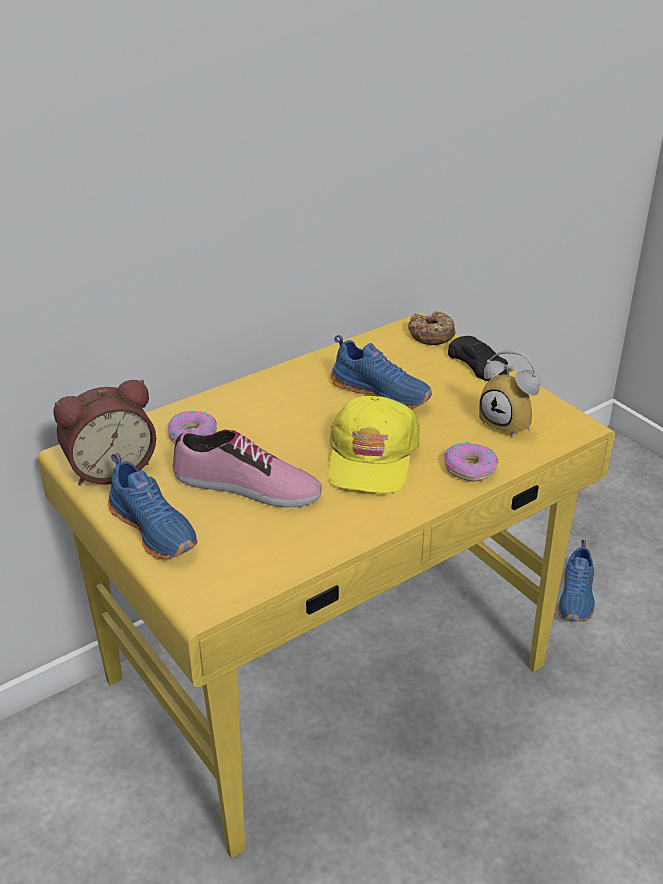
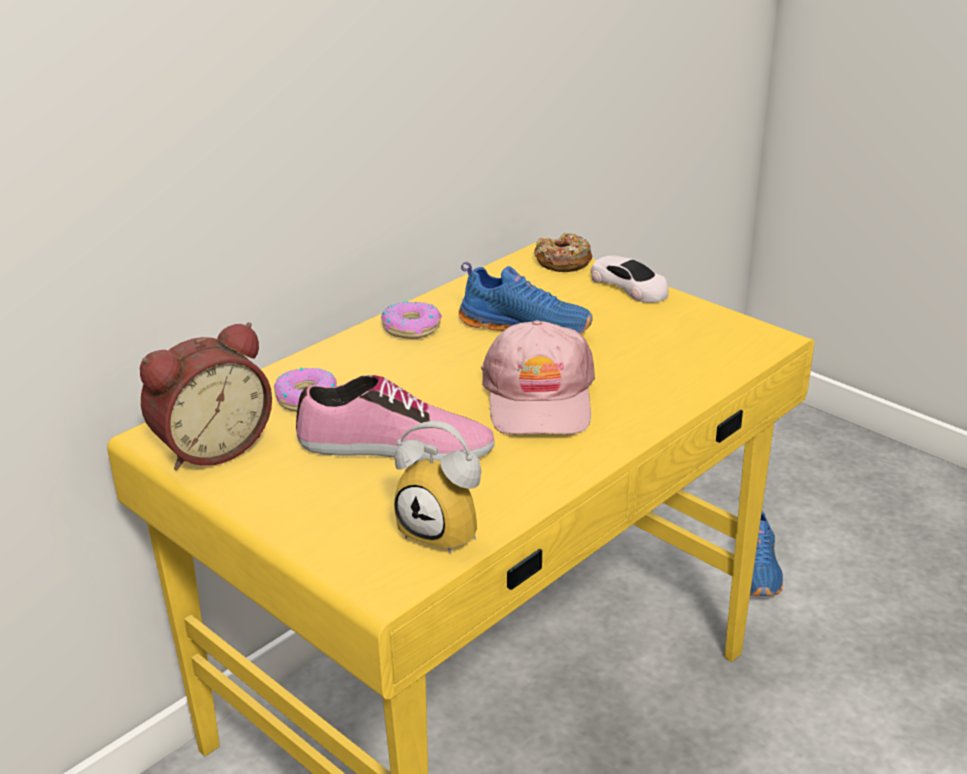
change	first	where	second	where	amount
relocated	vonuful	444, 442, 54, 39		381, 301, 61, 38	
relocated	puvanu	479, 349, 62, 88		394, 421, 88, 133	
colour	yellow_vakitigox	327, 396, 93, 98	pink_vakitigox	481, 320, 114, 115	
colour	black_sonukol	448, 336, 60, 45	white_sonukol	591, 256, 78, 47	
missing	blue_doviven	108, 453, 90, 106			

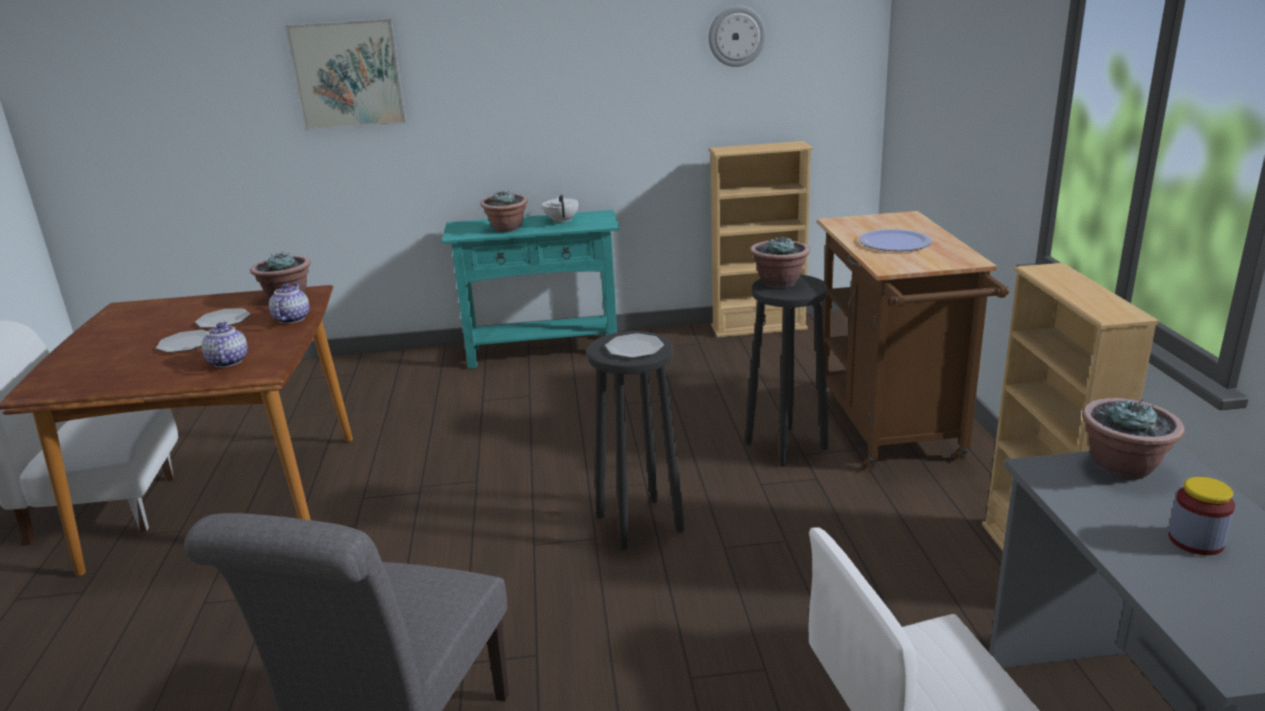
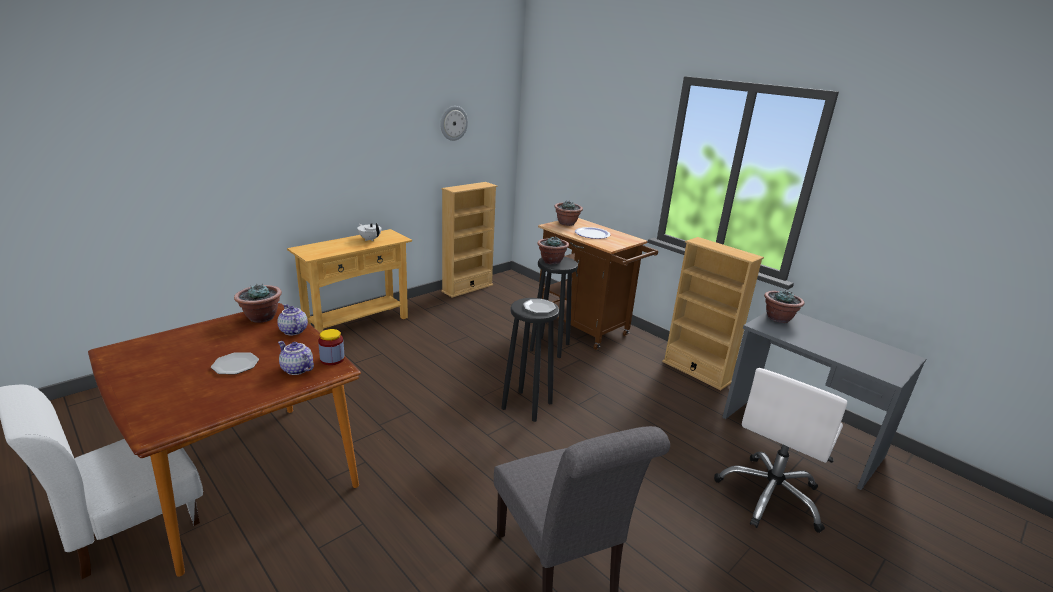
change	first	where	second	where	amount
colour	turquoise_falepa	442, 210, 178, 159	beige_falepa	287, 229, 125, 104	
relocated	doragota	1168, 477, 67, 78		318, 329, 27, 36	
relocated	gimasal	480, 190, 48, 42		554, 201, 29, 25	
missing	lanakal	195, 309, 56, 19			
missing	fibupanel	285, 18, 122, 112			

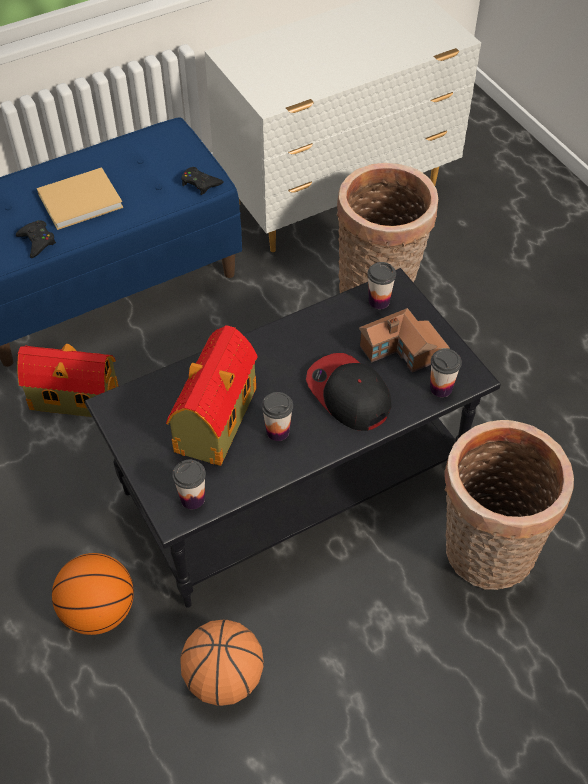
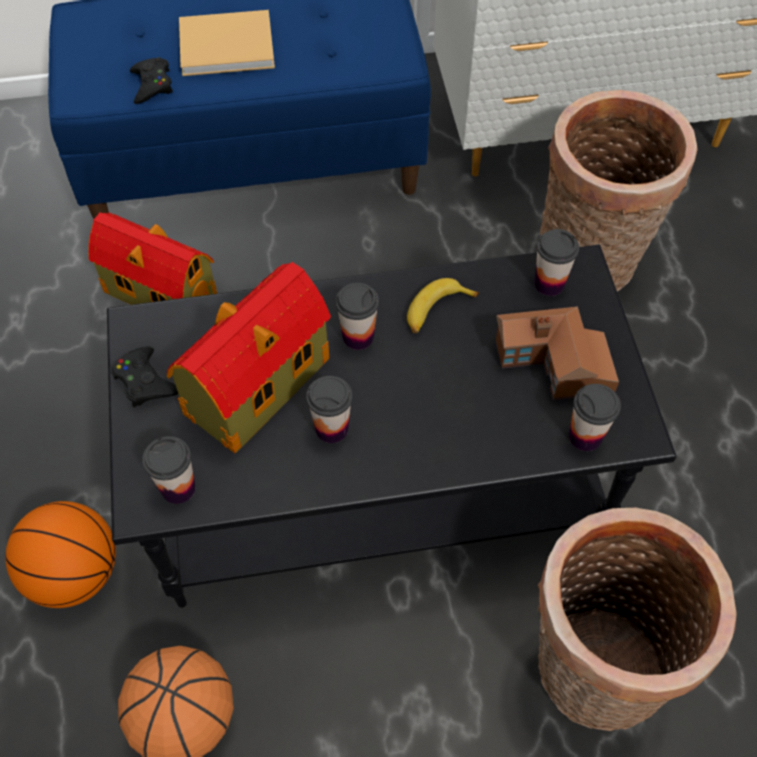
change	first	where	second	where	amount
relocated	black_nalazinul	181, 167, 43, 28		111, 346, 67, 61	
appeared			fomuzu	335, 283, 44, 67	
appeared			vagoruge	407, 278, 72, 55	
missing	vakitigox	306, 353, 85, 78			

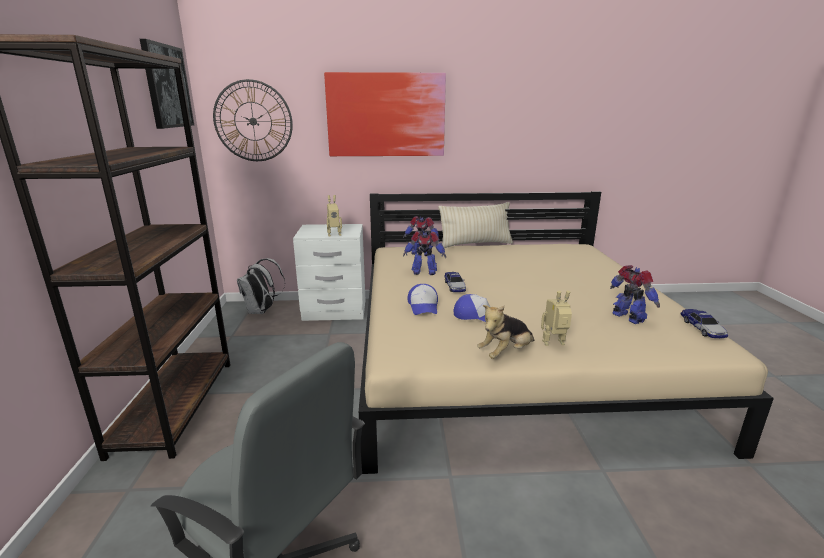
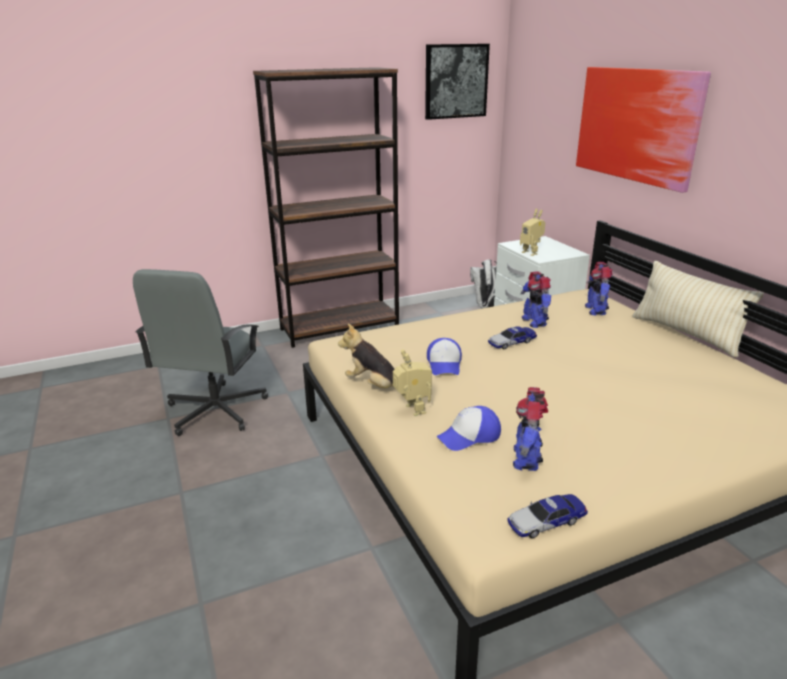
change	first	where	second	where	amount
relocated	vakitigox	408, 284, 30, 31		437, 406, 64, 45	
spun	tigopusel	610, 265, 50, 59		513, 387, 35, 84	150 degrees clockwise
missing	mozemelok	213, 79, 80, 82			

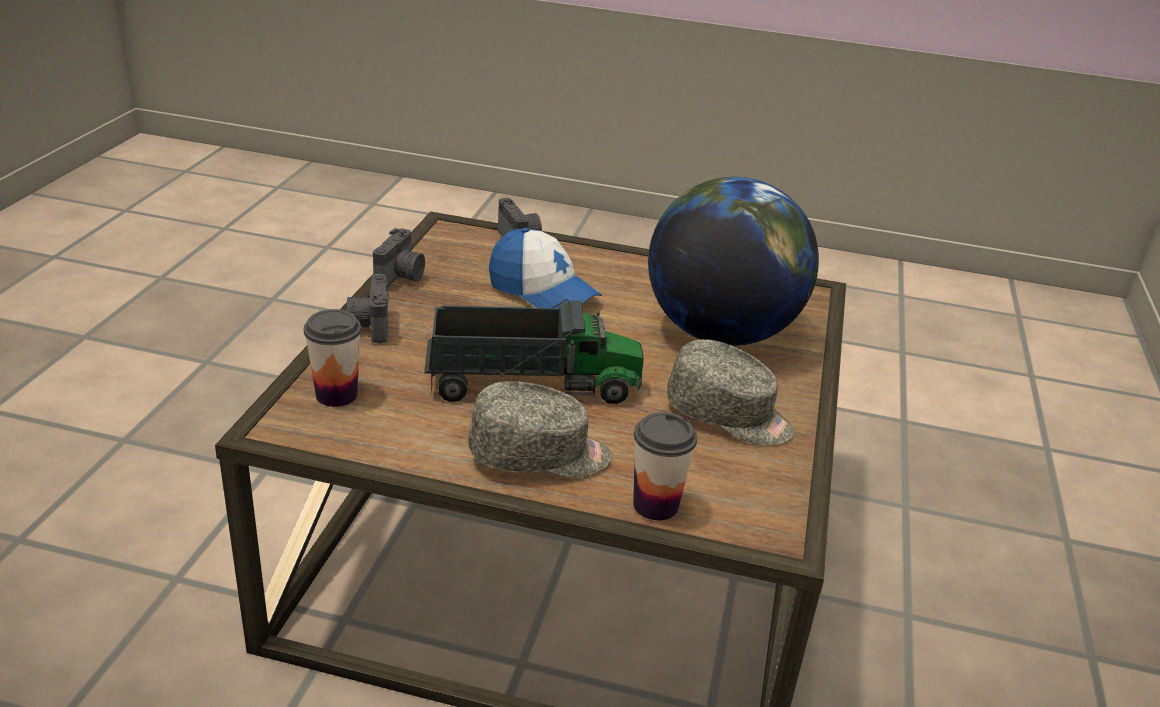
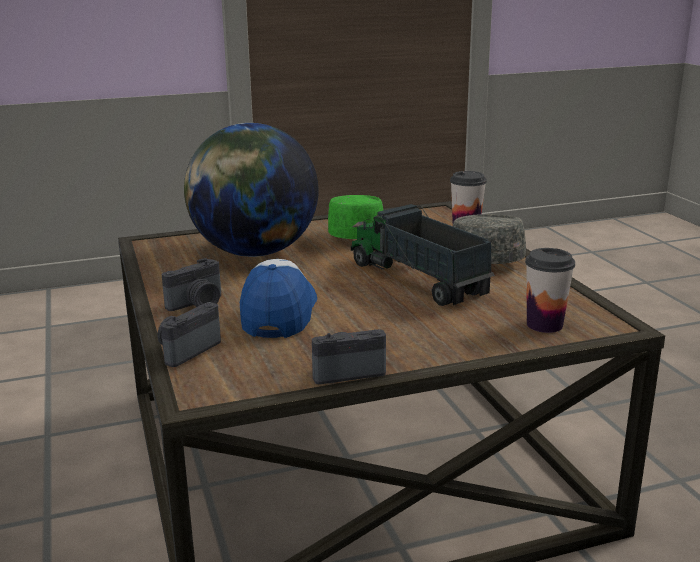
change	first	where	second	where	amount
relocated	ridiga	347, 274, 42, 69		162, 258, 59, 53	
colour	grey_vakitigox	667, 340, 127, 106	green_vakitigox	328, 195, 55, 44	

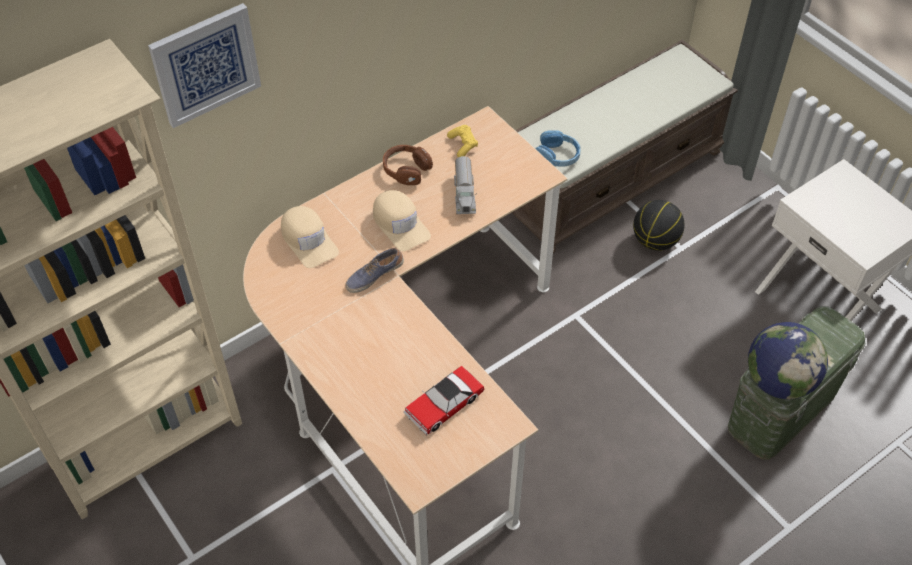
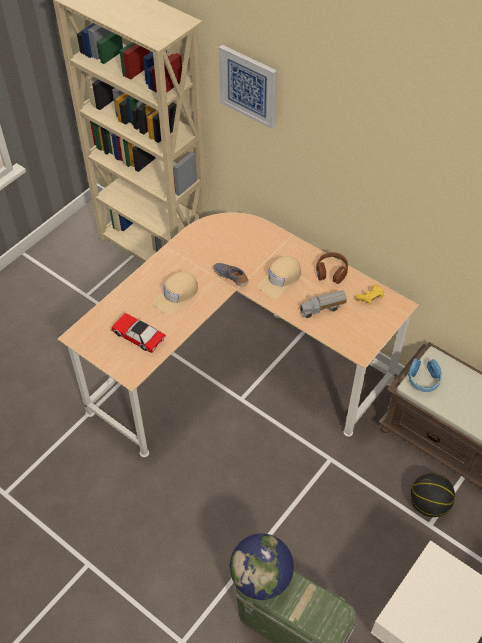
change	first	where	second	where	amount
relocated	beige_vakitigox	281, 206, 58, 62		153, 271, 45, 44	

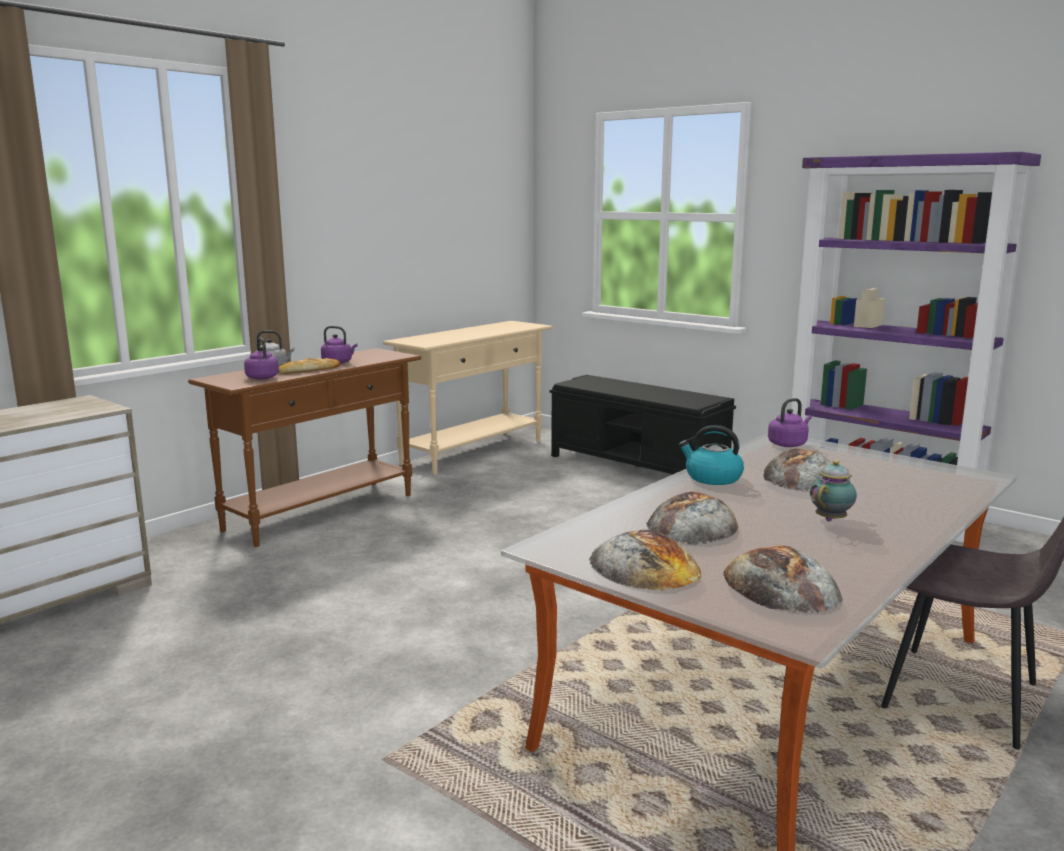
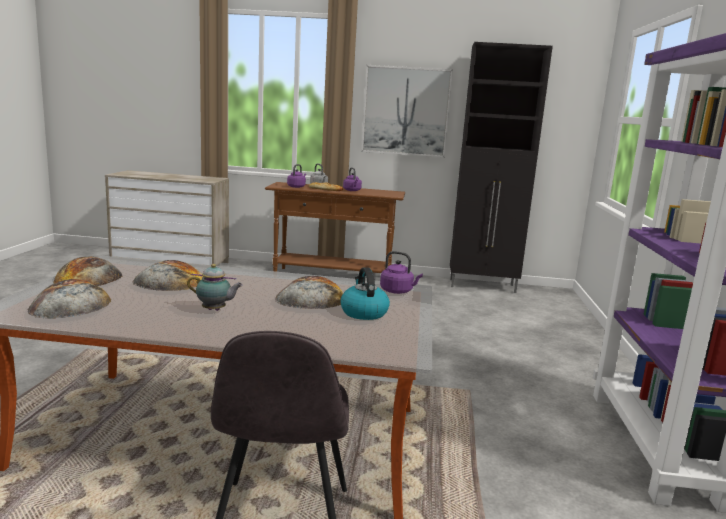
change	first	where	second	where	amount
relocated	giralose	679, 425, 65, 60		340, 267, 50, 53	
appeared			fibupanel	361, 65, 92, 93	
exchanged	beige_falepa	383, 321, 170, 154	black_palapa	450, 42, 103, 251	
missing	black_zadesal	550, 375, 186, 99			

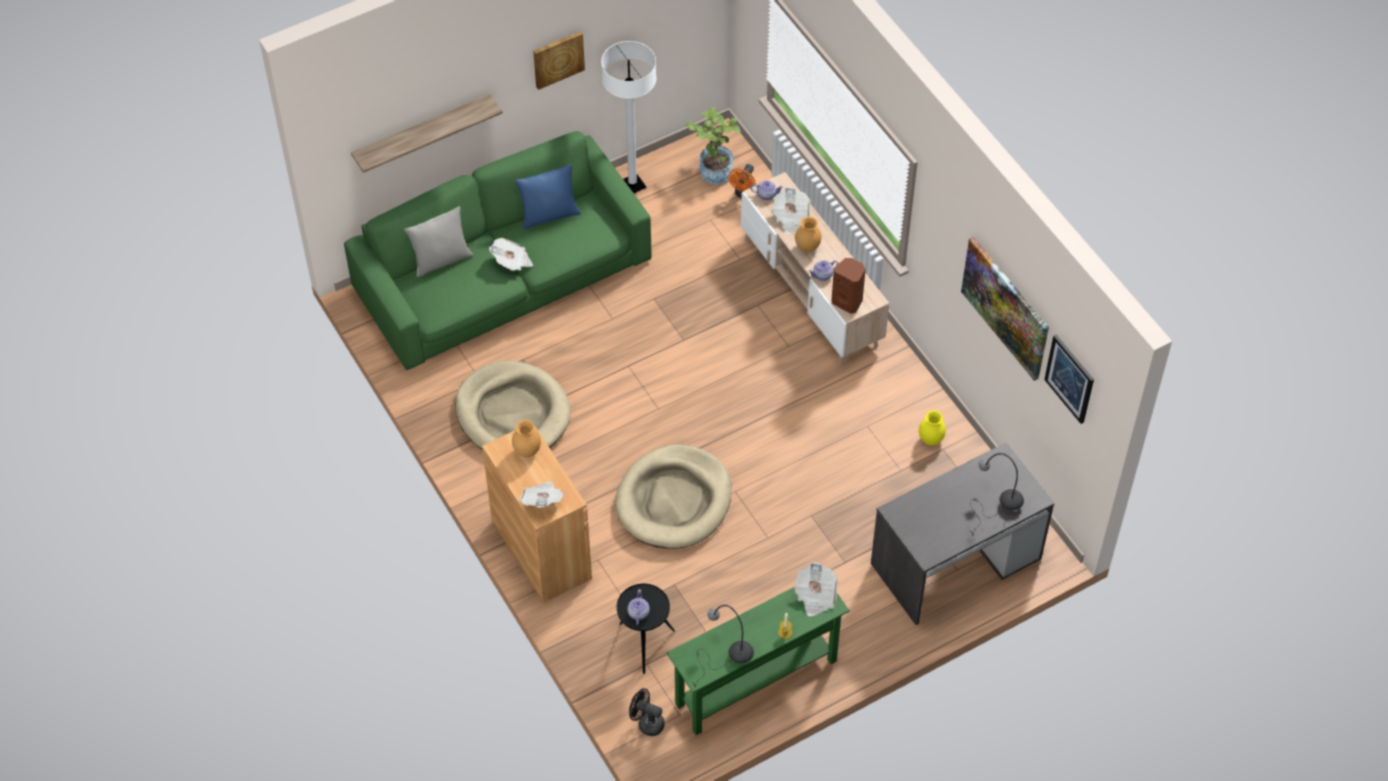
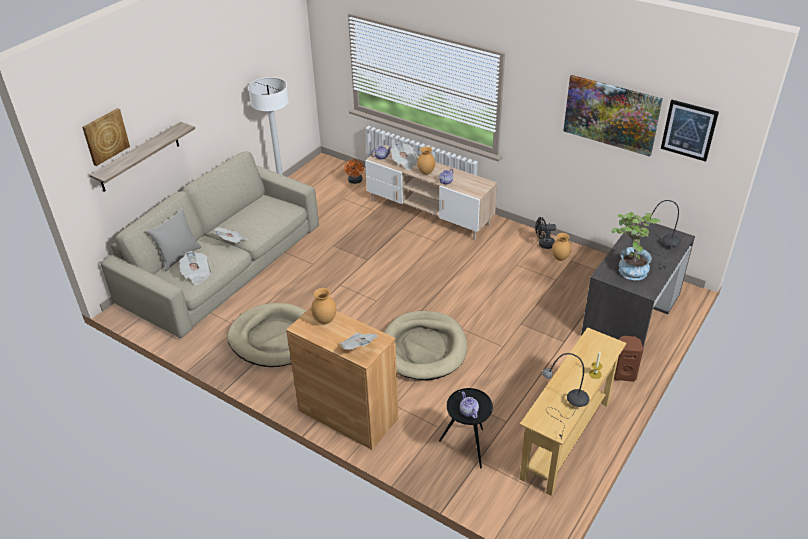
change	first	where	second	where	amount
relocated	fibupanel	533, 31, 52, 59		82, 108, 48, 58	
colour	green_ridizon	344, 131, 308, 239	beige_ridizon	101, 151, 218, 187	
relocated	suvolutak	794, 562, 44, 55		179, 251, 33, 34	
colour	green_falepa	667, 587, 183, 148	beige_falepa	519, 327, 107, 169	
relocated	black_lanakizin	629, 688, 36, 48		535, 217, 21, 32	
colour	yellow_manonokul	919, 410, 27, 35	brown_manonokul	552, 233, 19, 28	
relocated	gimasal	685, 107, 55, 77		612, 212, 49, 68	
relocated	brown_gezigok	832, 258, 34, 56		614, 336, 30, 46	
missing	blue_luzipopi	515, 164, 66, 65			

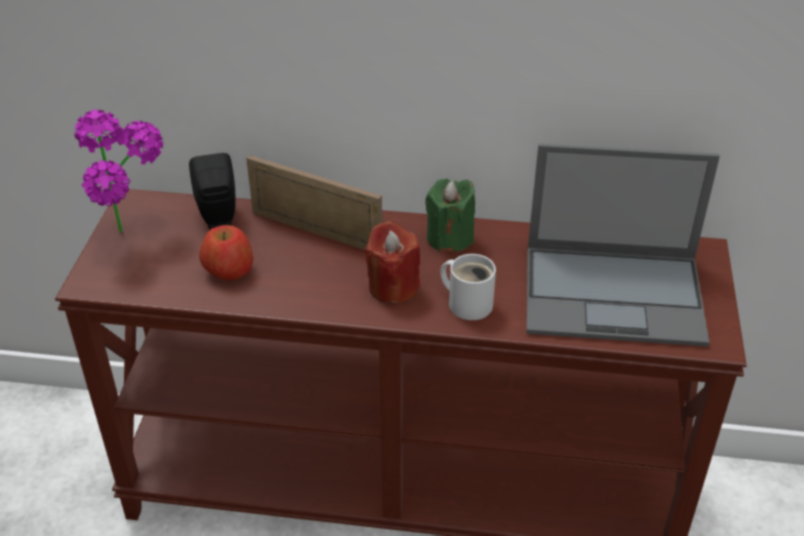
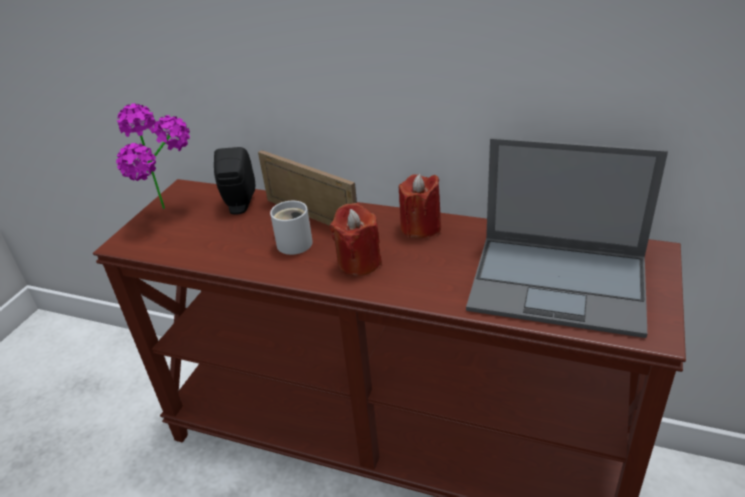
change	first	where	second	where	amount
relocated	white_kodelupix	440, 254, 56, 66		270, 201, 43, 54	
colour	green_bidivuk	425, 179, 50, 73	red_bidivuk	399, 174, 42, 64	
missing	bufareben	199, 225, 54, 55			

